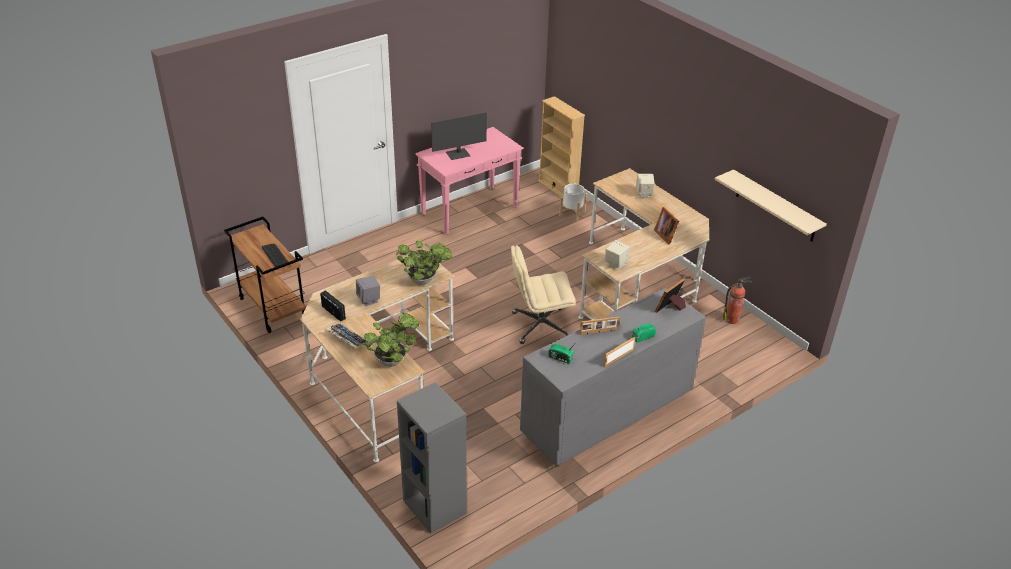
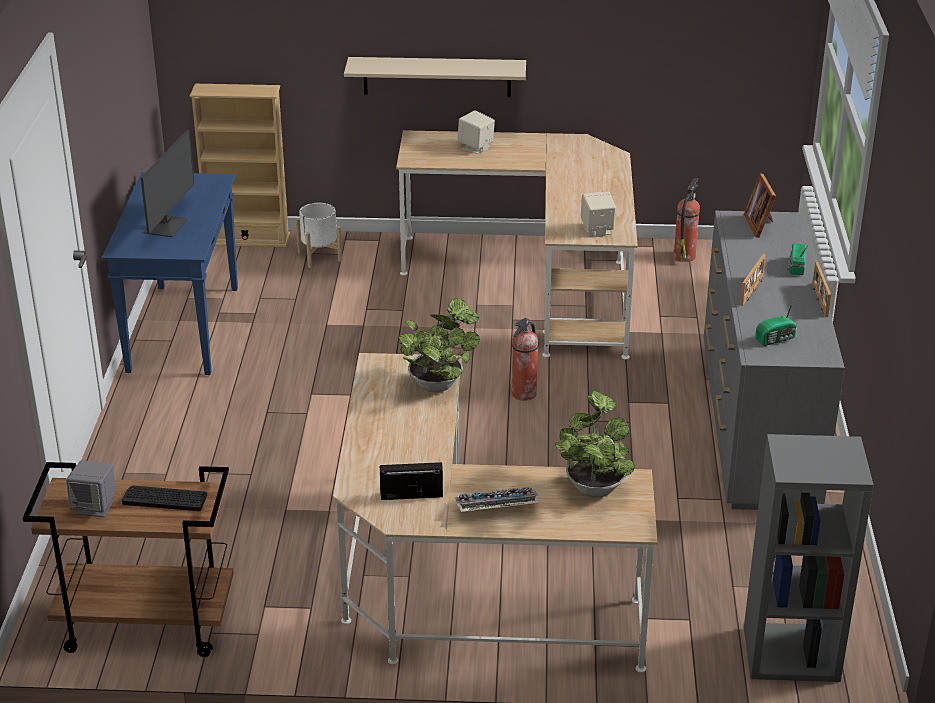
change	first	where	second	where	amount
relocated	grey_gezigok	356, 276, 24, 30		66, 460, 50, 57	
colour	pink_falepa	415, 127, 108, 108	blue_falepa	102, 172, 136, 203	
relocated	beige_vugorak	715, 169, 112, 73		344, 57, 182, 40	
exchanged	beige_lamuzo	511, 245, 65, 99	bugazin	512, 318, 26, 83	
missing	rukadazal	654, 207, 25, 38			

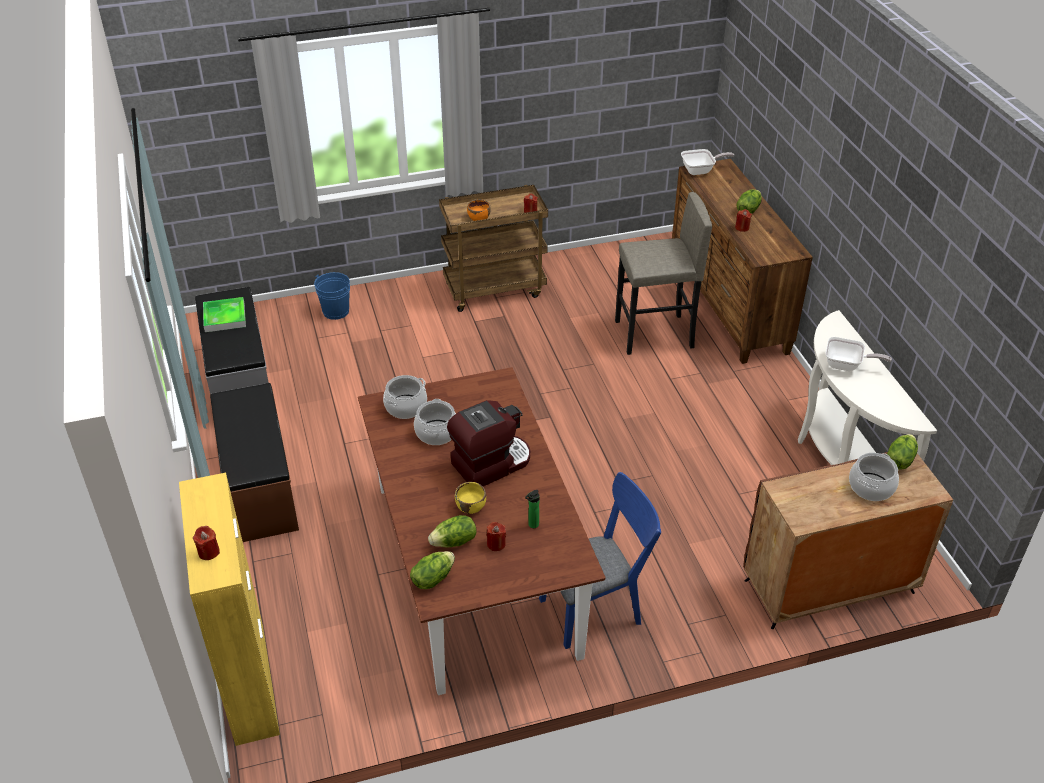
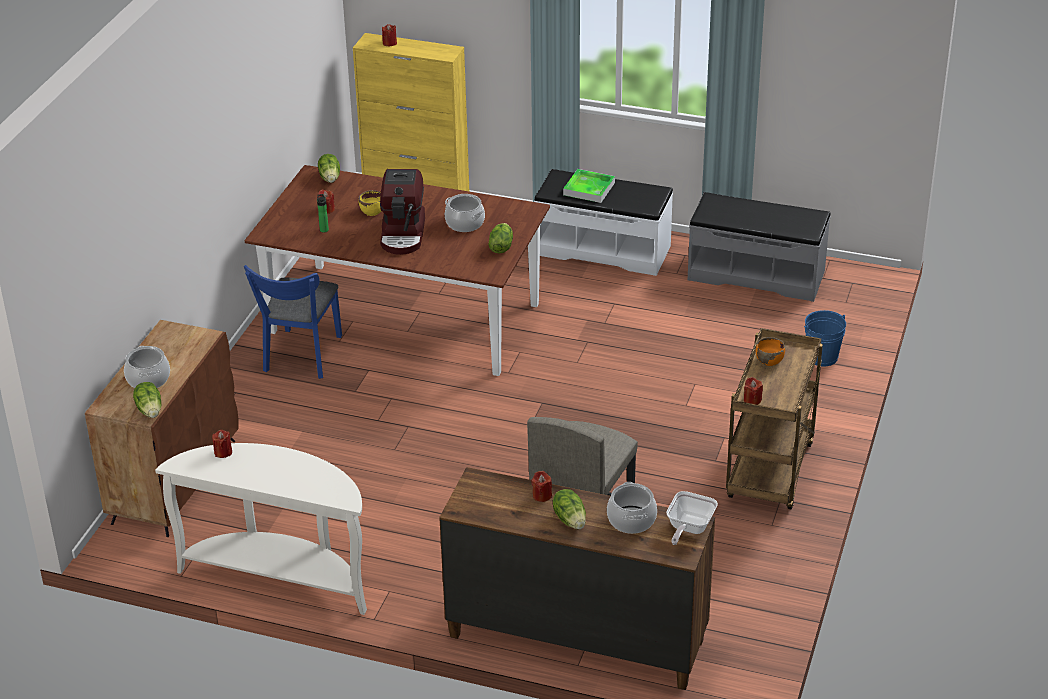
change	first	where	second	where	amount
appeared			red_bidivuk	212, 430, 20, 28	
relocated	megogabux	428, 515, 48, 32		489, 223, 24, 30	
colour	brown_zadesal	210, 383, 89, 159	white_zadesal	534, 169, 139, 107	
relocated	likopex	203, 297, 43, 35		563, 169, 52, 34	
relocated	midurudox	383, 375, 44, 44		607, 482, 50, 52	
missing	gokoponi	826, 337, 66, 34			

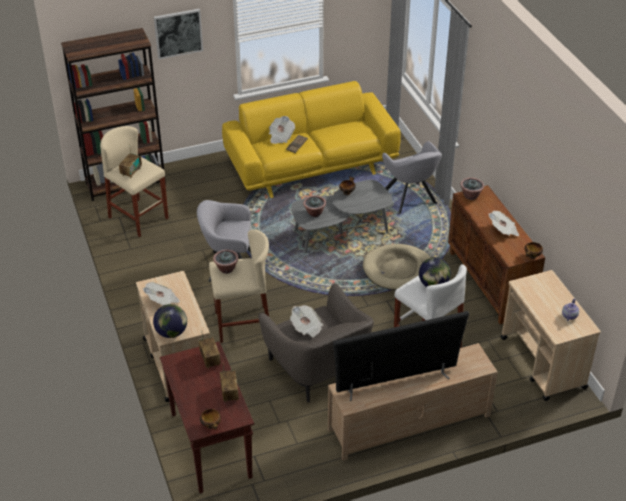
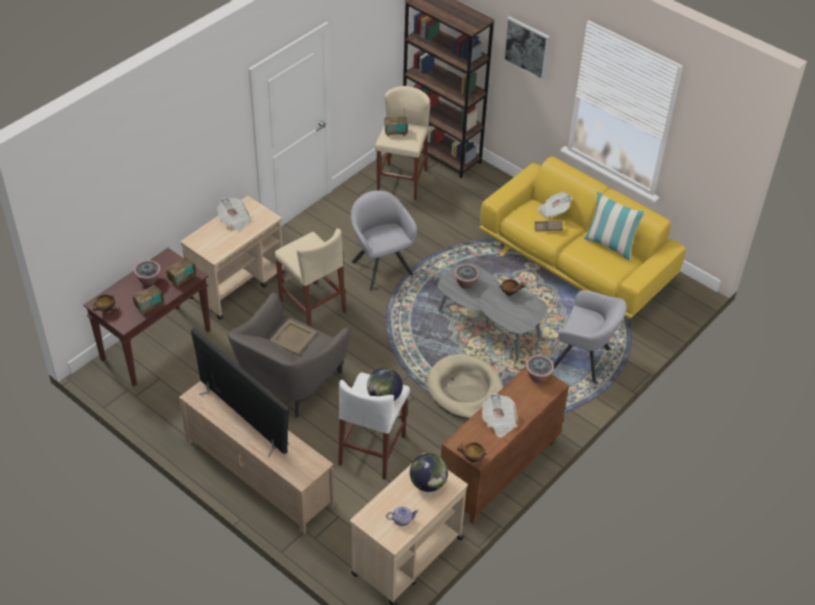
change	first	where	second	where	amount
relocated	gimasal	213, 250, 26, 24		134, 260, 27, 26	
exchanged	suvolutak	290, 305, 34, 32	beige_likopex	270, 319, 47, 36	
relocated	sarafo	153, 304, 34, 34		410, 453, 38, 39	
spun	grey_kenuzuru	382, 141, 60, 73		554, 290, 73, 94	105 degrees counterclockwise
appeared			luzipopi	584, 192, 62, 69	

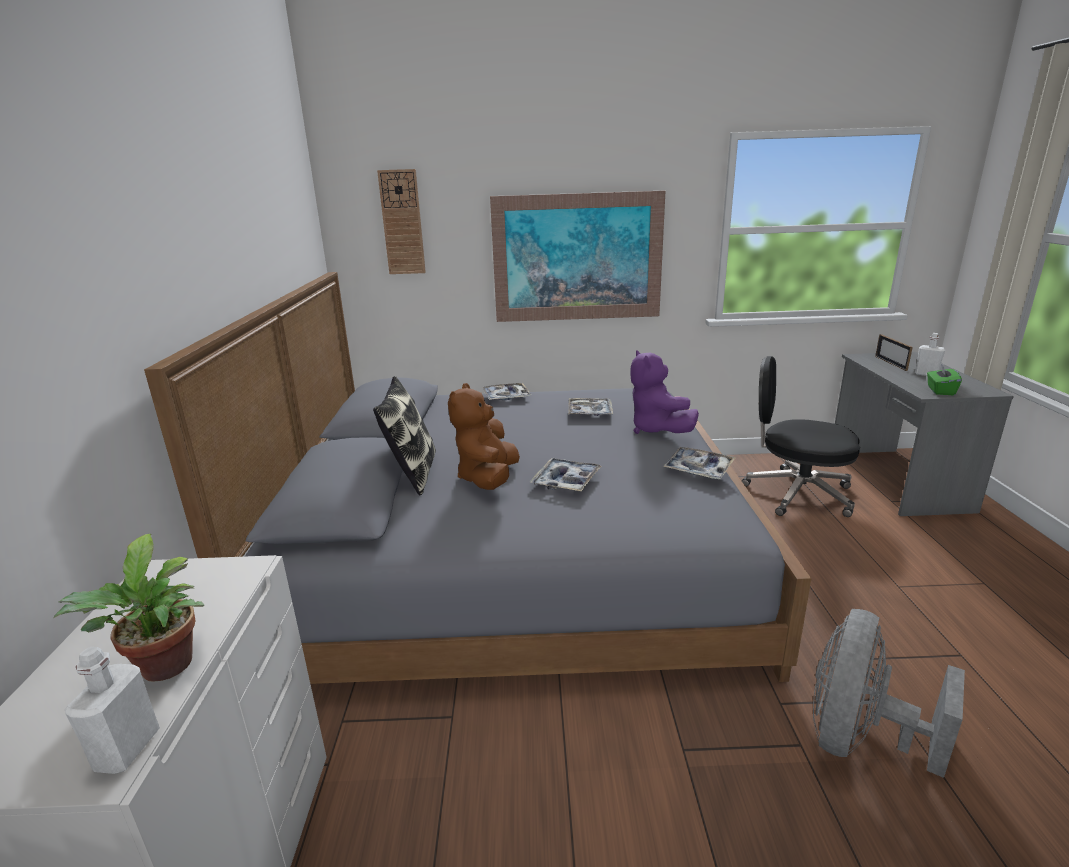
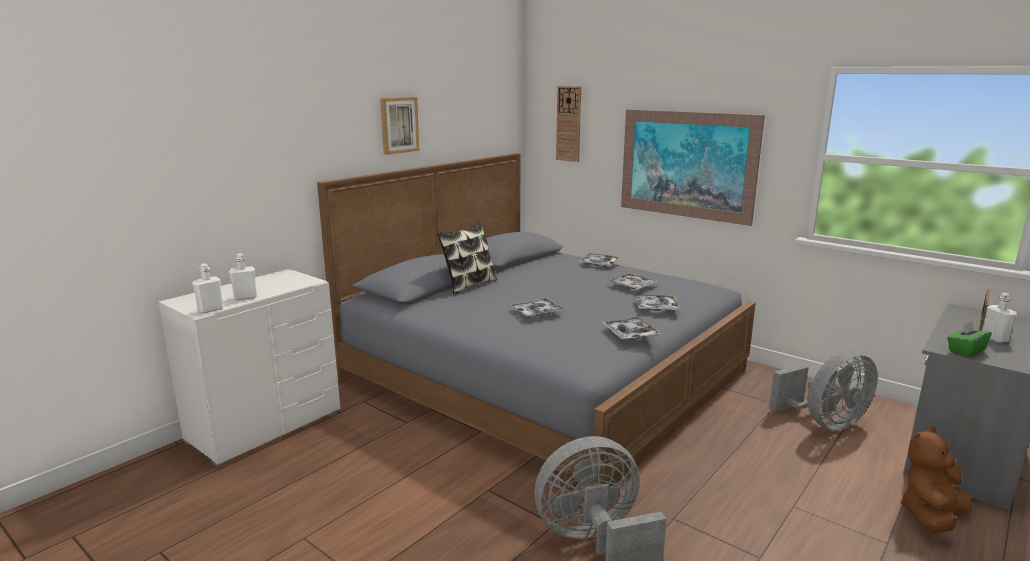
change	first	where	second	where	amount
exchanged	gimasal	53, 534, 152, 148	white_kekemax	229, 253, 28, 47	
appeared			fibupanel	380, 97, 39, 58	
exchanged	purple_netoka	630, 350, 69, 84	likopex	634, 295, 47, 16	
exchanged	black_lamuzo	742, 356, 118, 161	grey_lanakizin	769, 350, 109, 81	
relocated	brown_netoka	448, 383, 72, 107		901, 427, 71, 106	

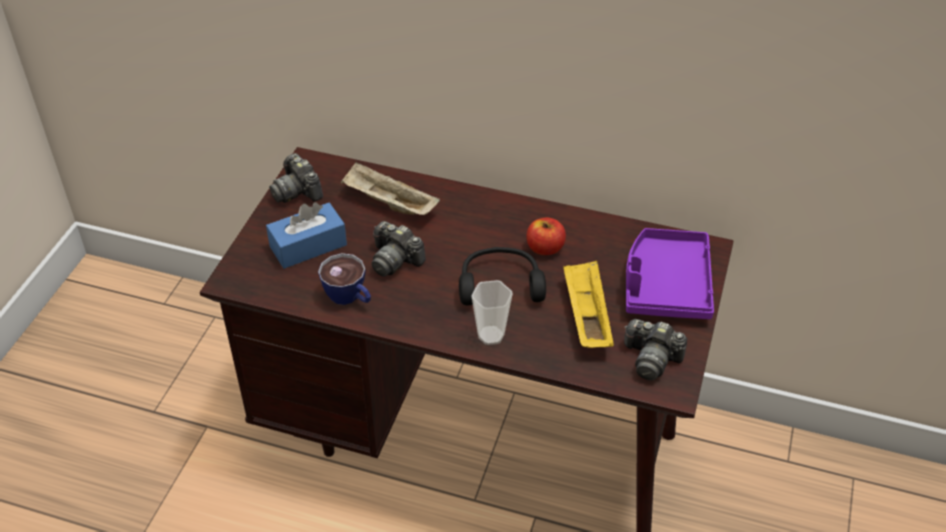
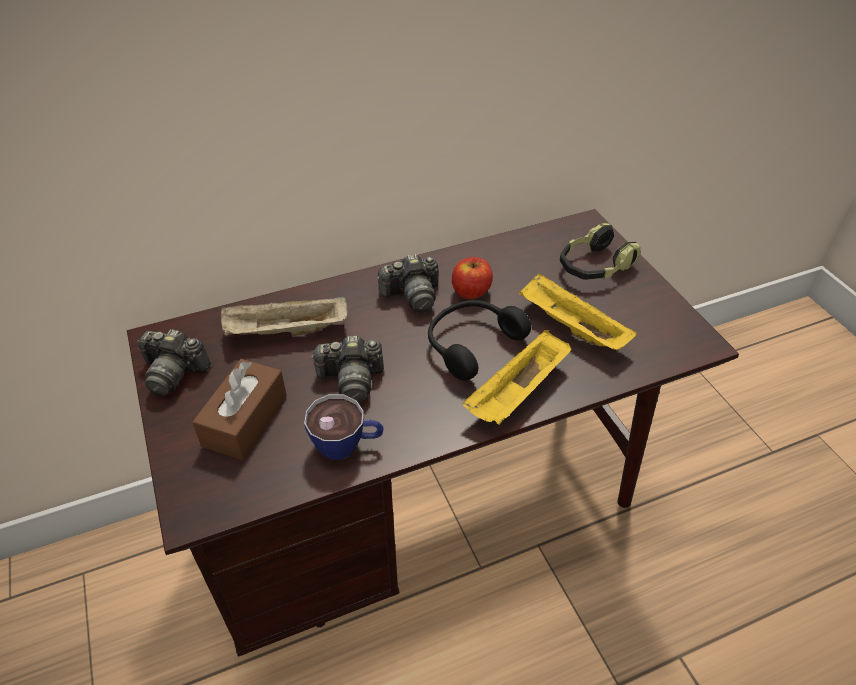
change	first	where	second	where	amount
colour	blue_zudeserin	266, 202, 81, 67	brown_zudeserin	192, 359, 95, 101	
relocated	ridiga	624, 319, 63, 61		377, 254, 62, 59	
exchanged	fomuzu	471, 280, 42, 65	yellow_likopex	462, 330, 109, 95	
exchanged	purple_likopex	626, 228, 88, 91	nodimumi	560, 223, 81, 57	

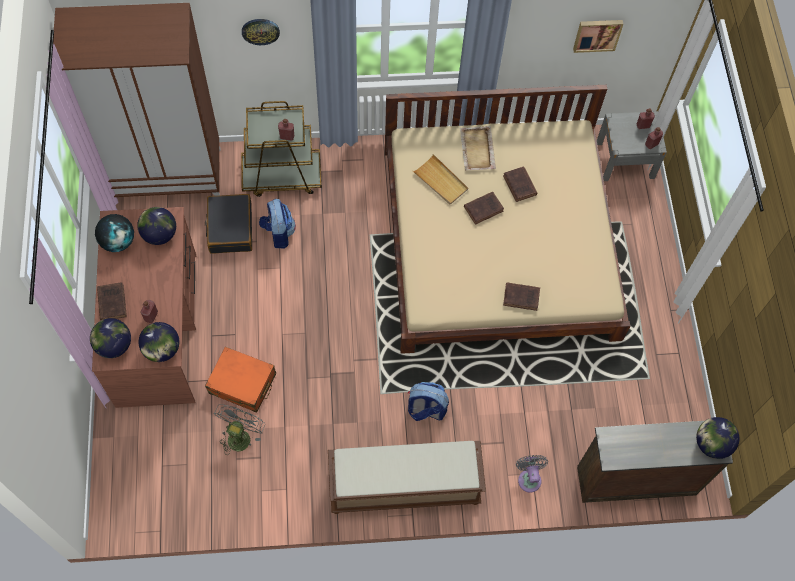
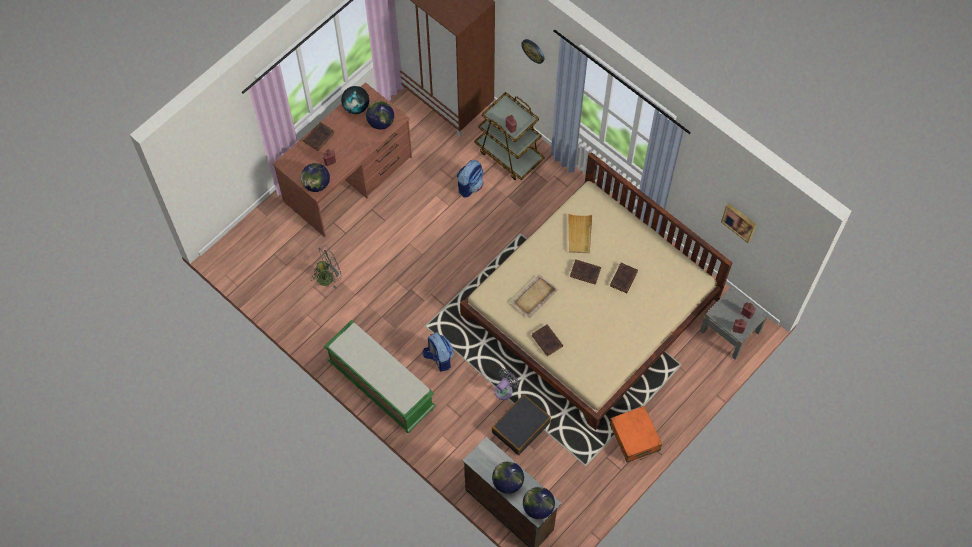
change	first	where	second	where	amount
colour	brown_zadesal	328, 441, 158, 73	green_zadesal	324, 320, 111, 113	
relocated	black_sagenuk	205, 194, 47, 60		492, 394, 59, 61	
relocated	sarafo	90, 318, 41, 40		492, 461, 32, 33	
relocated	grey_lanakizin	516, 455, 32, 38		494, 368, 25, 32	
relocated	beige_likopex	459, 126, 37, 44		511, 274, 47, 44	
relocated	orange_sagenuk	205, 347, 71, 66		610, 406, 52, 56	

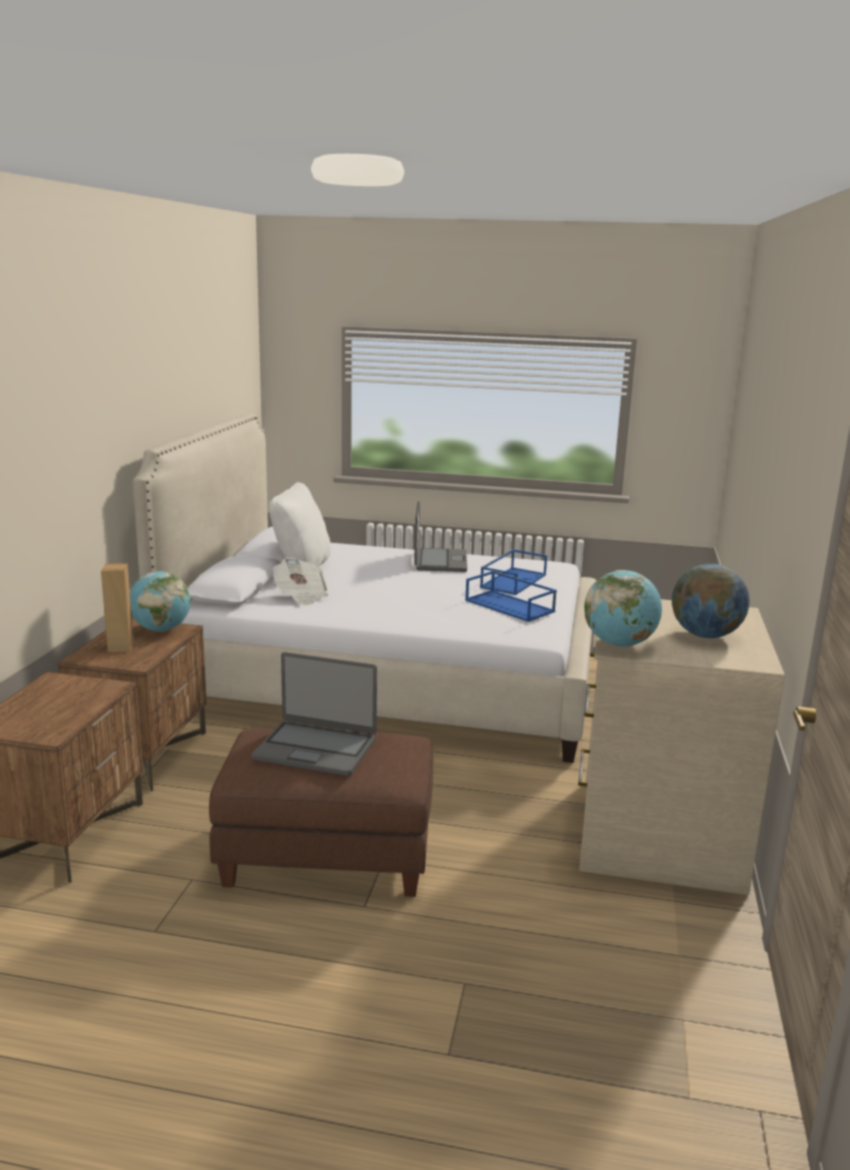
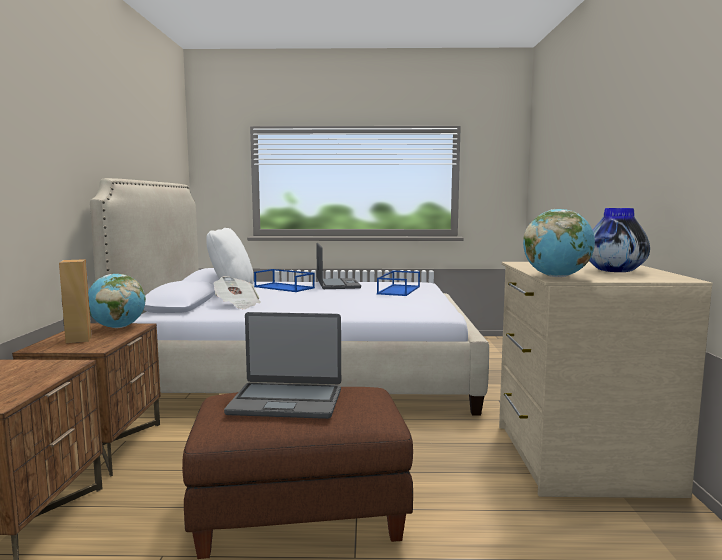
change	first	where	second	where	amount
relocated	blue_likopex	465, 571, 92, 51		254, 269, 61, 23	
exchanged	sarafo	672, 564, 78, 74	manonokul	589, 208, 61, 64	

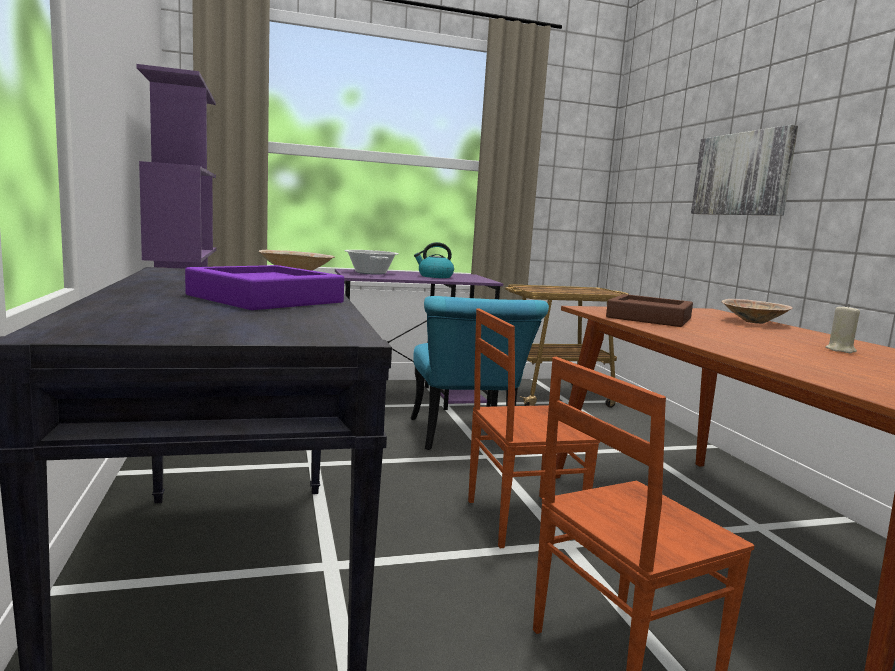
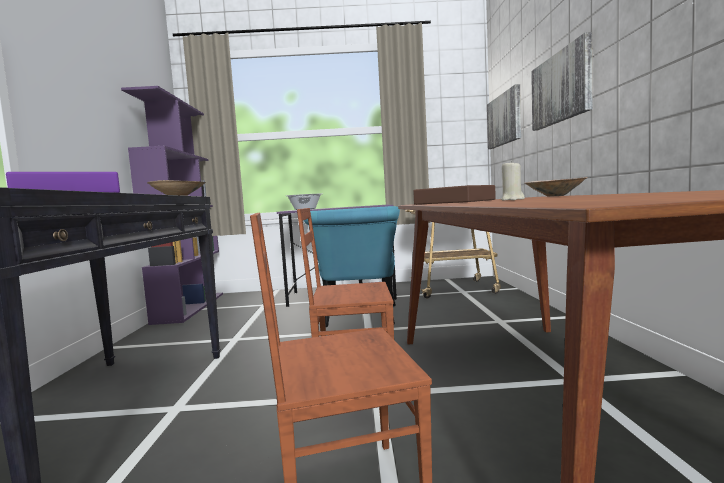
change	first	where	second	where	amount
appeared			fibupanel	487, 84, 34, 65	
relocated	beige_bidivuk	825, 304, 35, 49		501, 161, 24, 40	
missing	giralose	414, 242, 40, 36			

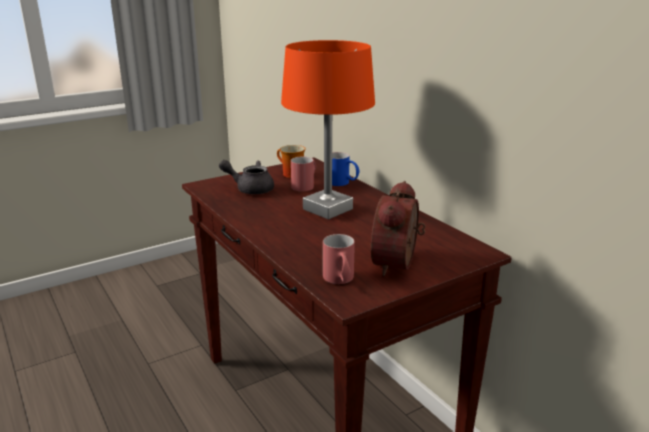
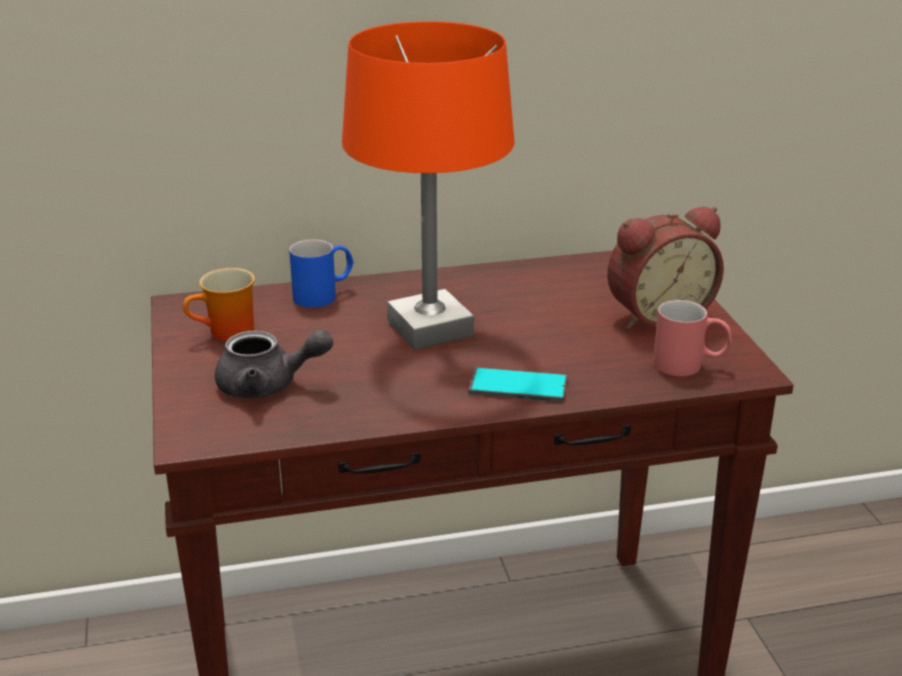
change	first	where	second	where	amount
spun	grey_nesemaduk	219, 160, 55, 34		215, 329, 118, 69	120 degrees counterclockwise
appeared			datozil	469, 367, 98, 35	
spun	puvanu	371, 181, 54, 95		607, 207, 117, 122	60 degrees counterclockwise
missing	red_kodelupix	291, 157, 25, 35			

